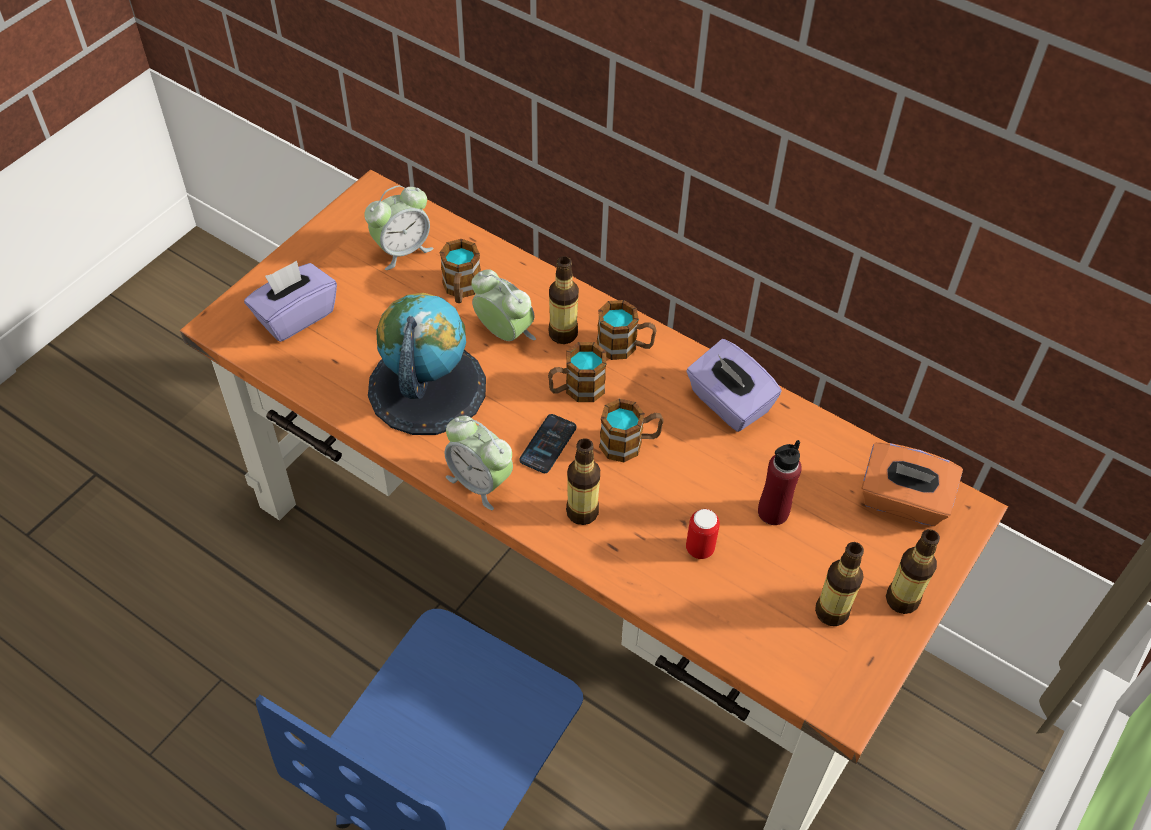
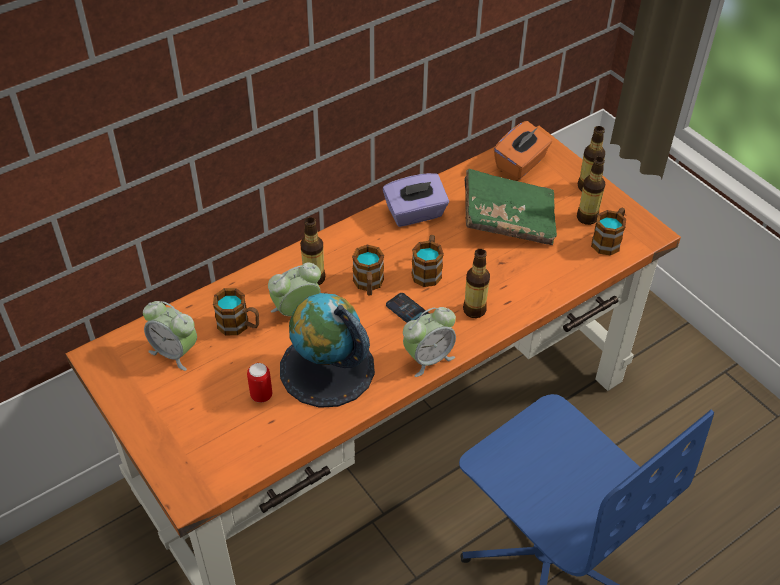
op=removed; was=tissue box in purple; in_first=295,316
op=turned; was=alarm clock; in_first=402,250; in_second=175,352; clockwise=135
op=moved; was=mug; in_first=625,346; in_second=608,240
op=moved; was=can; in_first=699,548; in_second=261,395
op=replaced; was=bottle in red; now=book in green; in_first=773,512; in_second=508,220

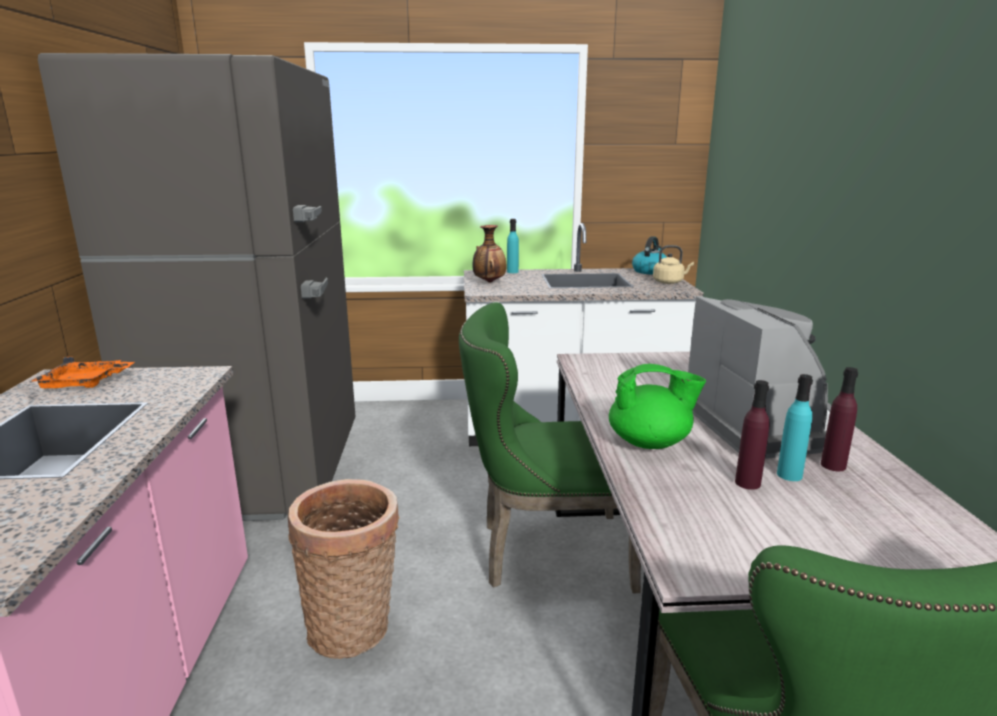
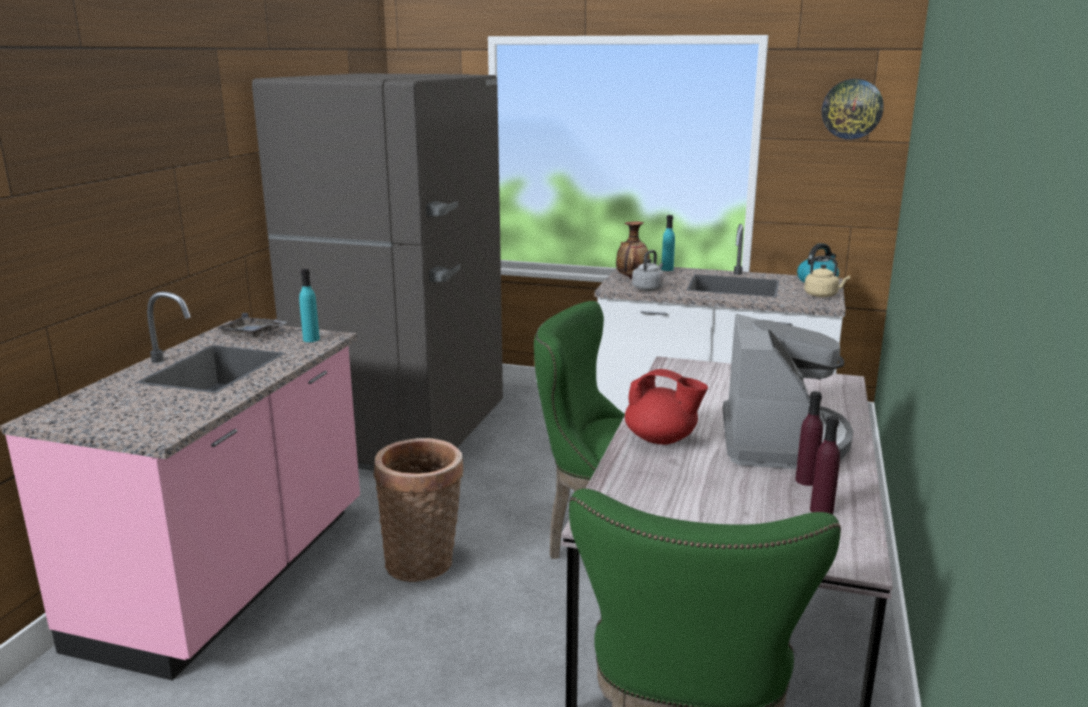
op=recoloured; was=tray in orange; now=tray in grey; in_first=85,384; in_second=252,334
op=recoloured; was=teapot in green; now=teapot in red; in_first=650,443; in_second=661,439
op=moved; was=bottle in purple; in_first=747,483; in_second=821,510
op=moved; was=bottle in turquoise; in_first=789,475; in_second=311,339
op=added; now=kettle in grey; in_second=648,288
op=added; now=wall clock; in_second=852,109

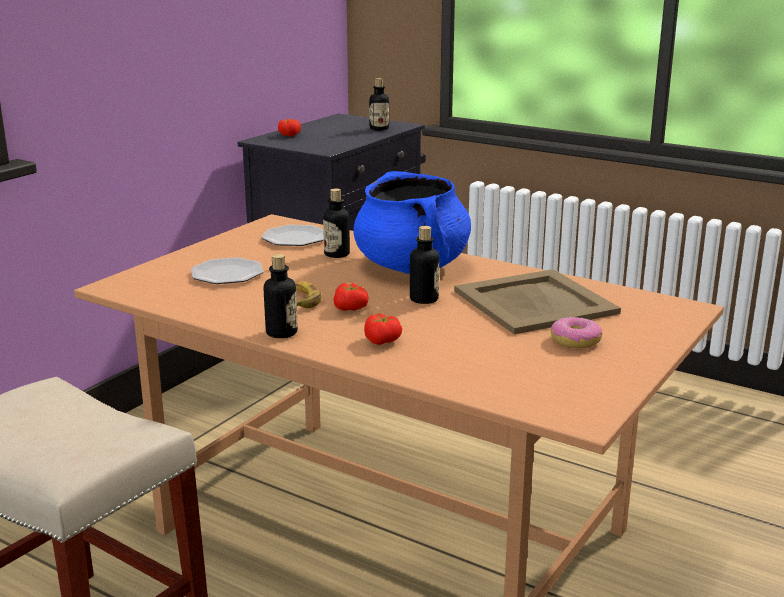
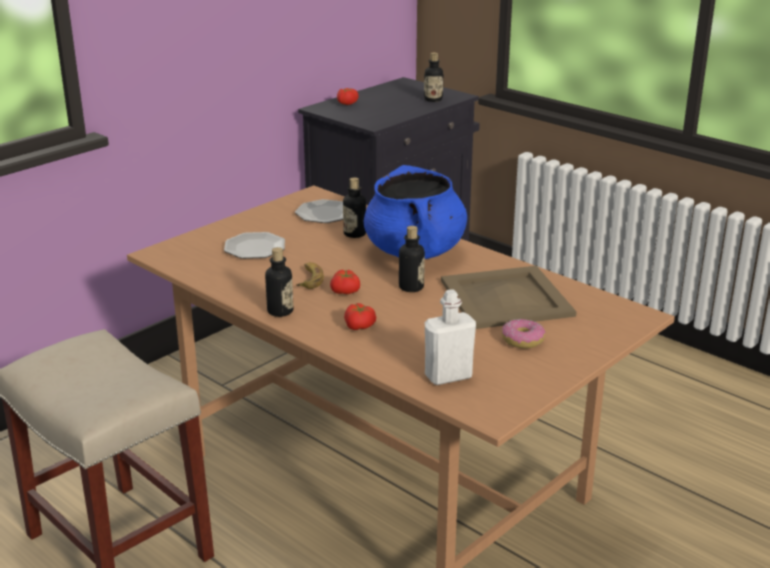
op=added; now=bottle in white; in_second=448,376

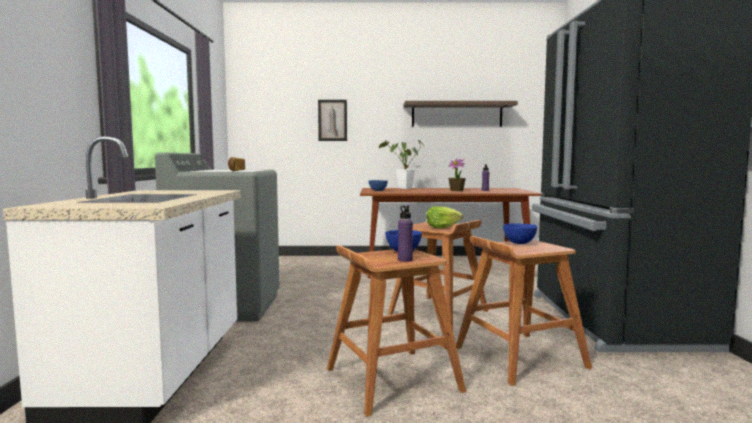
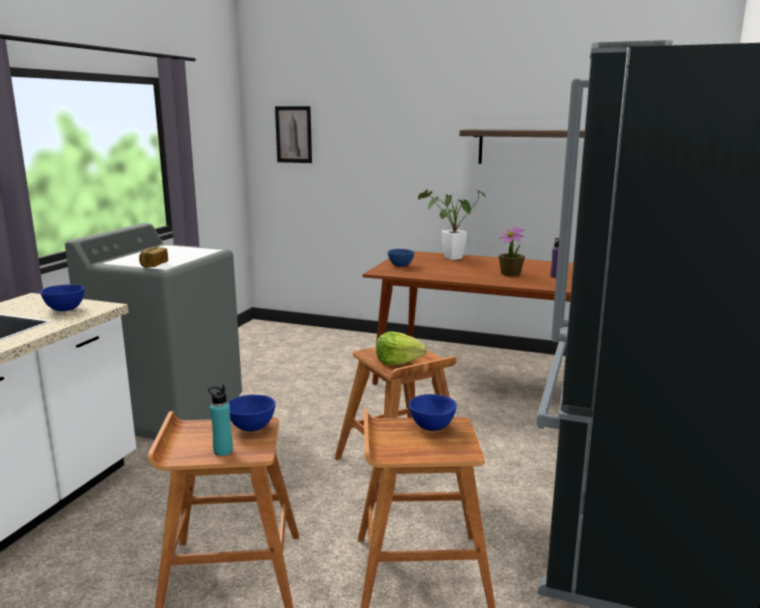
op=moved; was=picture; in_first=332,120; in_second=293,134
op=recoloured; was=bottle in purple; now=bottle in turquoise; in_first=405,260; in_second=223,451
op=added; now=bowl in blue; in_second=64,309

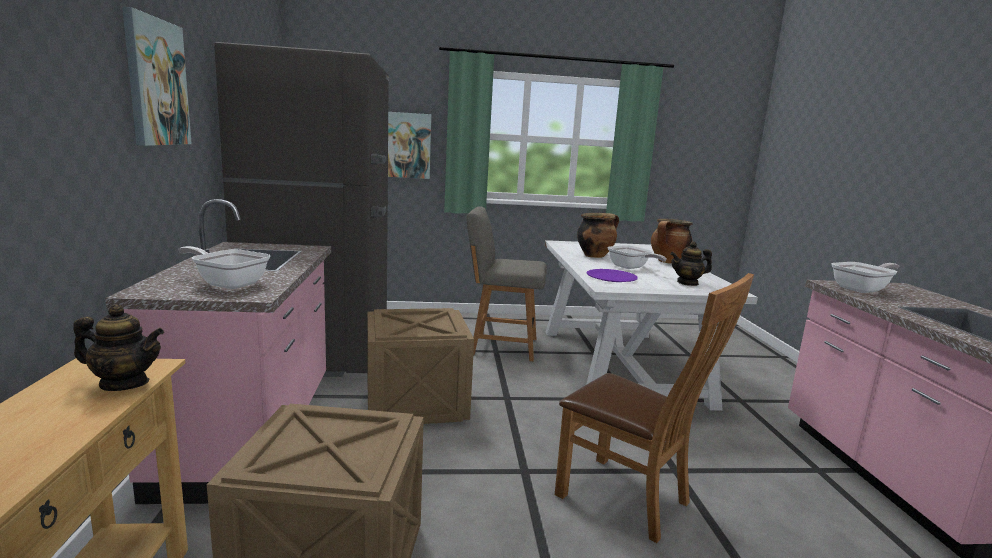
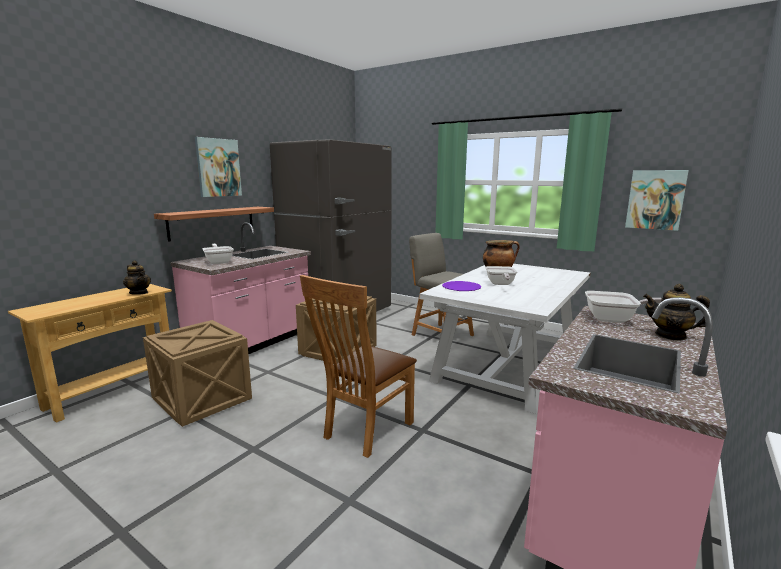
op=moved; was=picture; in_first=405,145; in_second=655,199
op=turned; was=chair in brown; in_first=630,501; in_second=364,431; clockwise=45
op=removed; was=cooking pot; in_first=668,262
op=moved; was=teapot; in_first=688,283; in_second=670,335
op=added; now=shelf; in_second=212,222

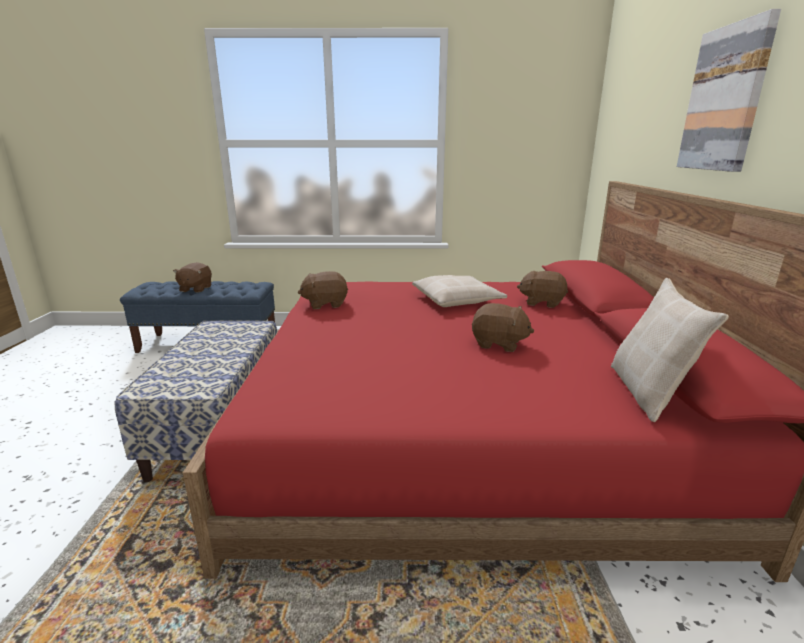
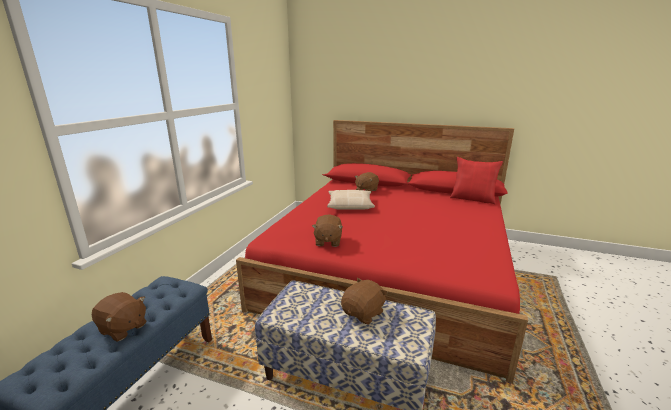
op=moved; was=plush toy in brown; in_first=499,344; in_second=363,313
op=recoloured; was=pillow in beige; now=pillow in red; in_first=648,393; in_second=472,199
op=removed; was=picture; in_first=725,99

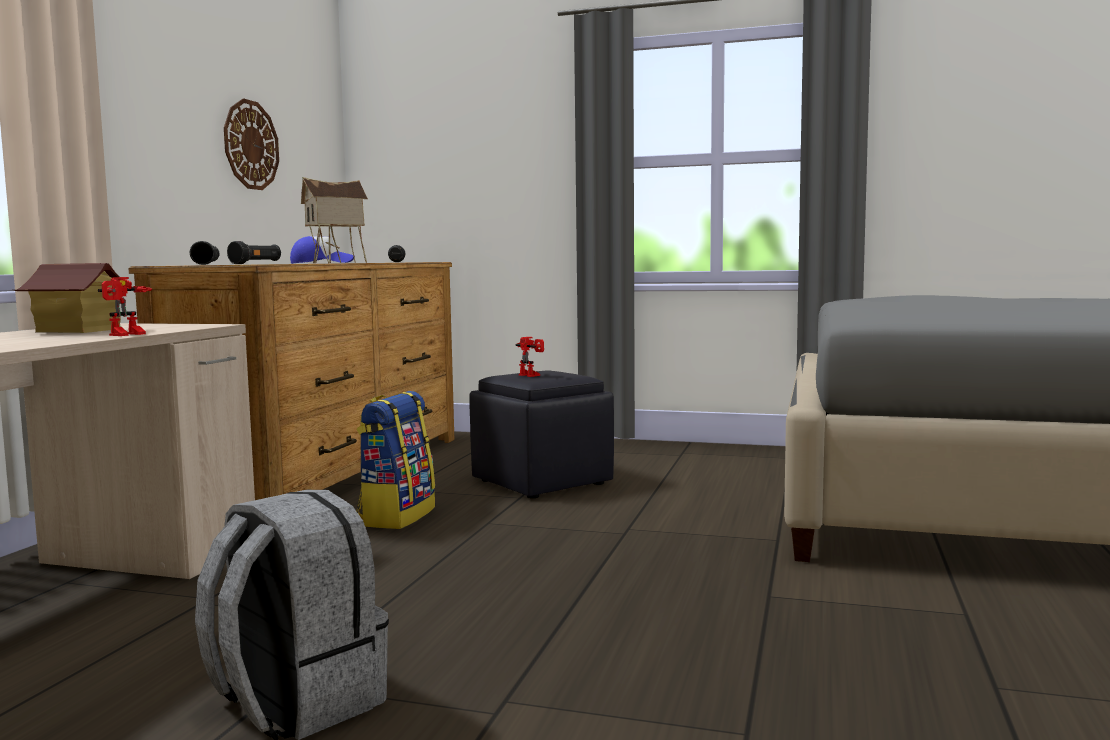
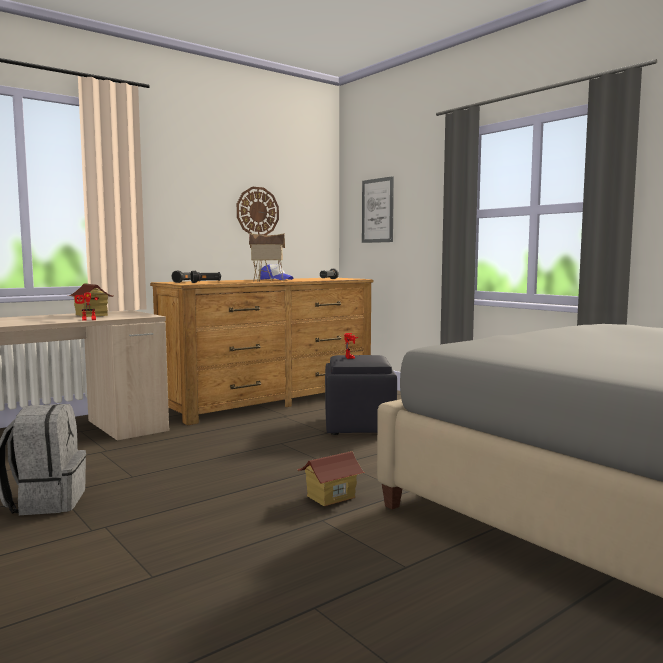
op=removed; was=backpack; in_first=396,516
op=added; now=toy house; in_second=330,497
op=added; now=picture; in_second=377,210

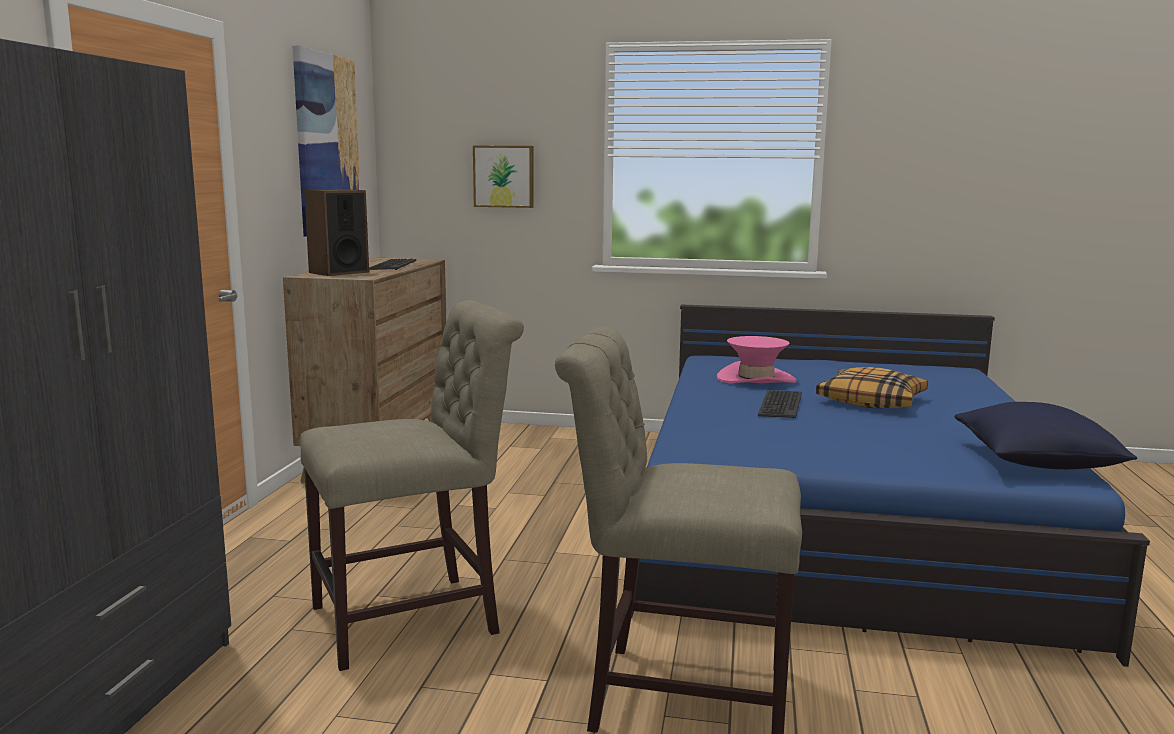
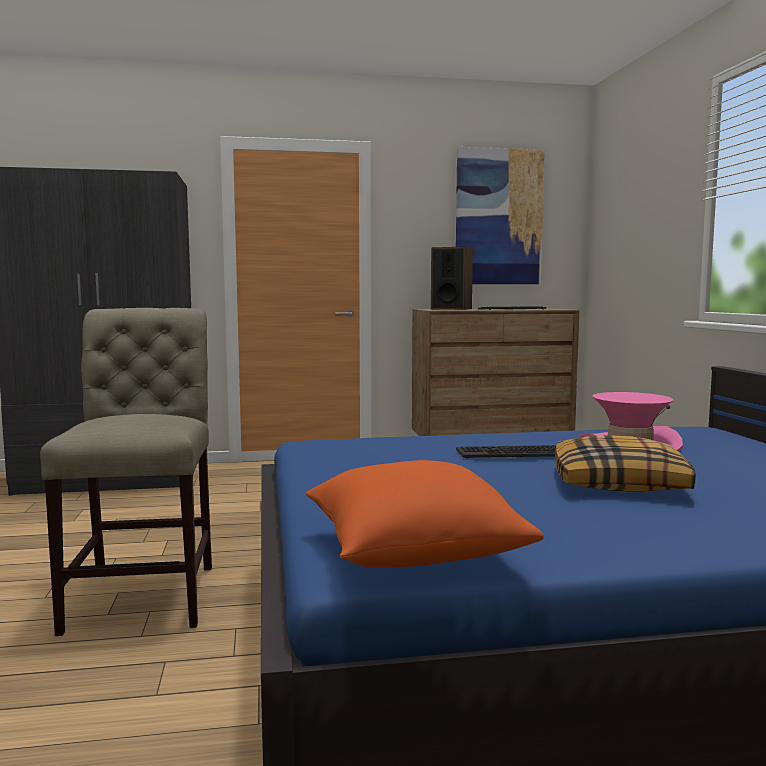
op=removed; was=chair in beige; in_first=416,618
op=removed; was=picture; in_first=504,176
op=recoloured; was=pillow in blue; now=pillow in orange; in_first=1036,462; in_second=413,552

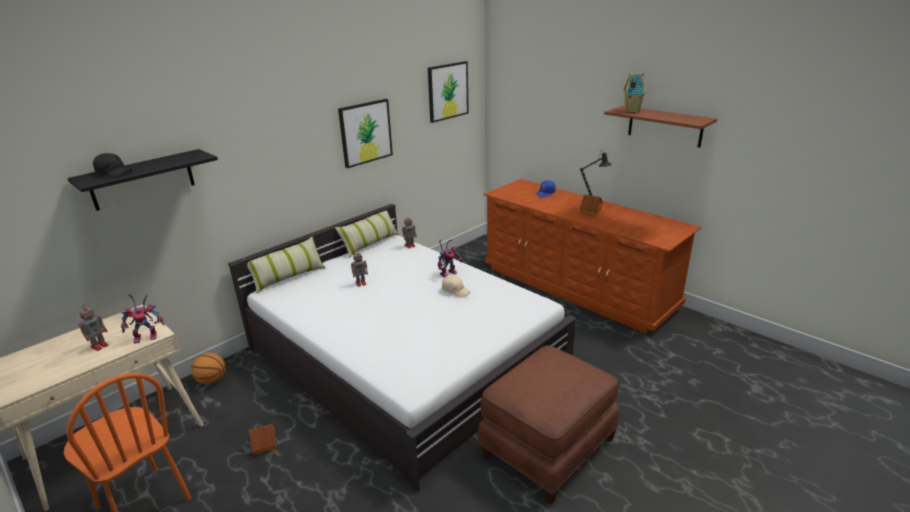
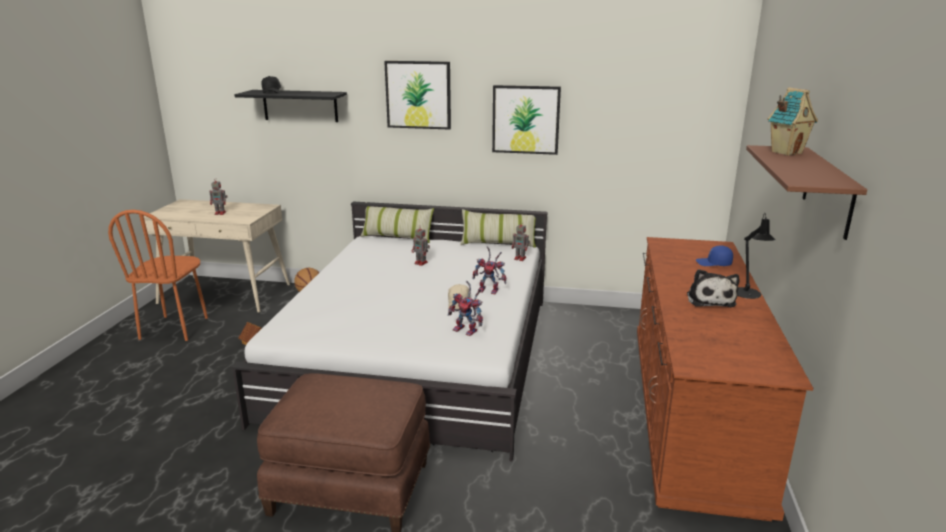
op=moved; was=toy robot; in_first=148,336; in_second=468,330
op=moved; was=picture; in_first=447,91; in_second=418,95
op=replaced; was=toy house; now=plush toy; in_first=590,211; in_second=710,299

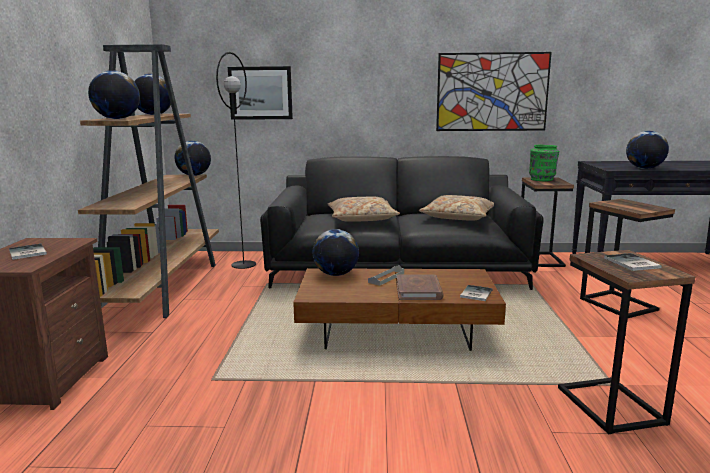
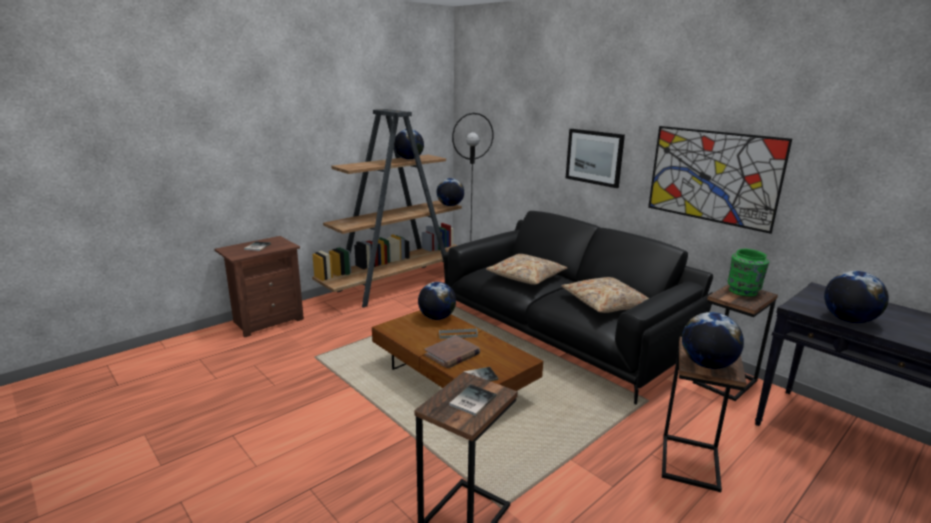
op=moved; was=globe; in_first=117,119; in_second=707,364
op=moved; was=picture; in_first=260,93; in_second=594,157

